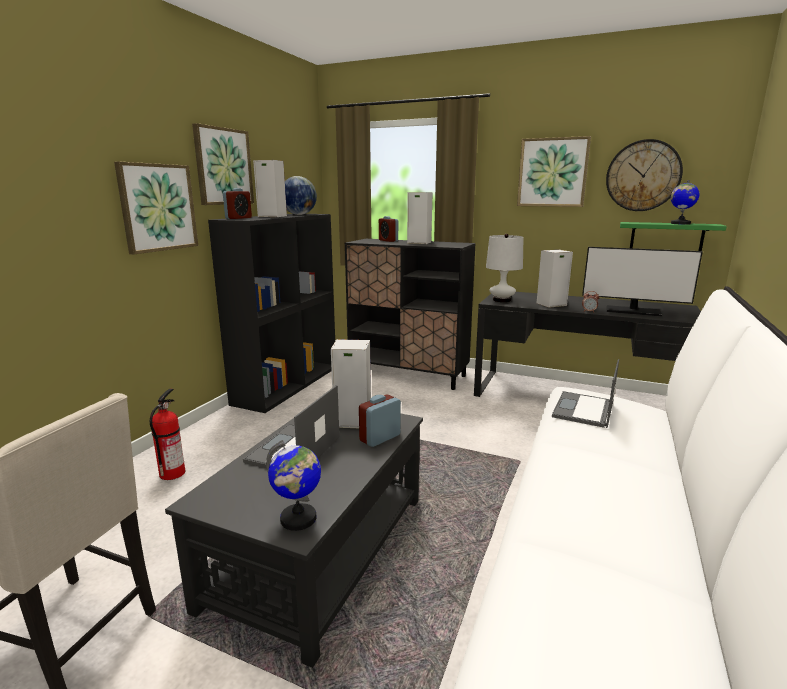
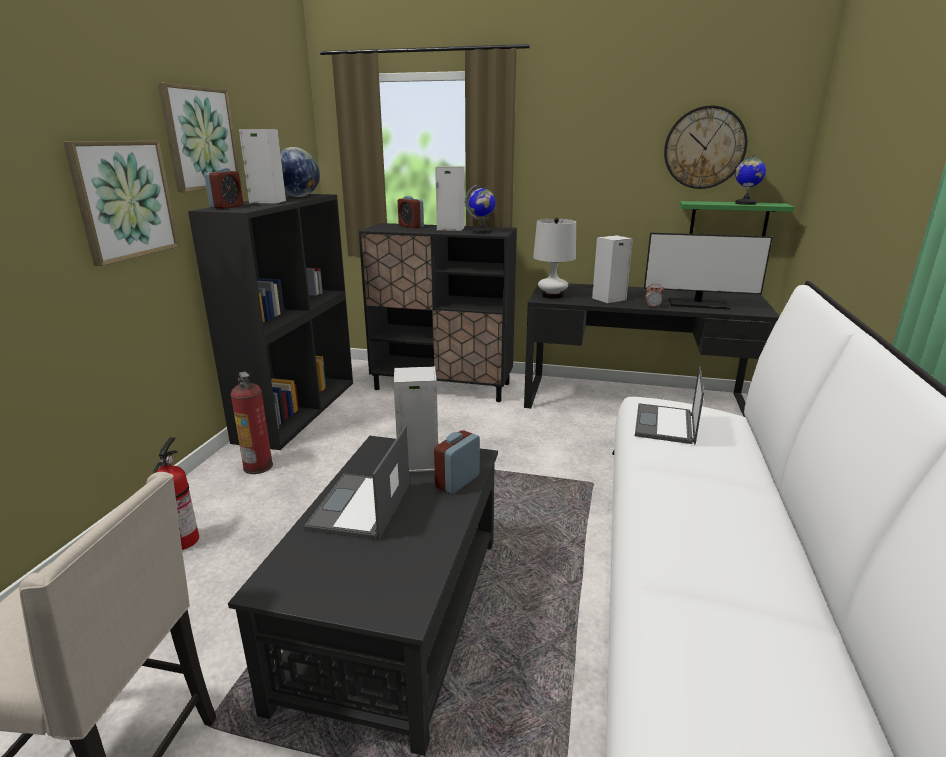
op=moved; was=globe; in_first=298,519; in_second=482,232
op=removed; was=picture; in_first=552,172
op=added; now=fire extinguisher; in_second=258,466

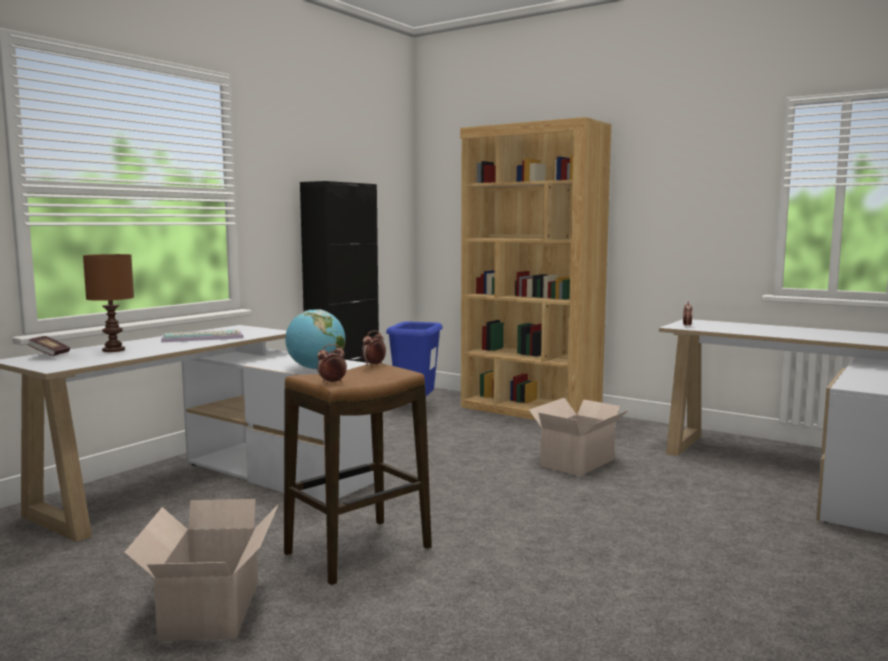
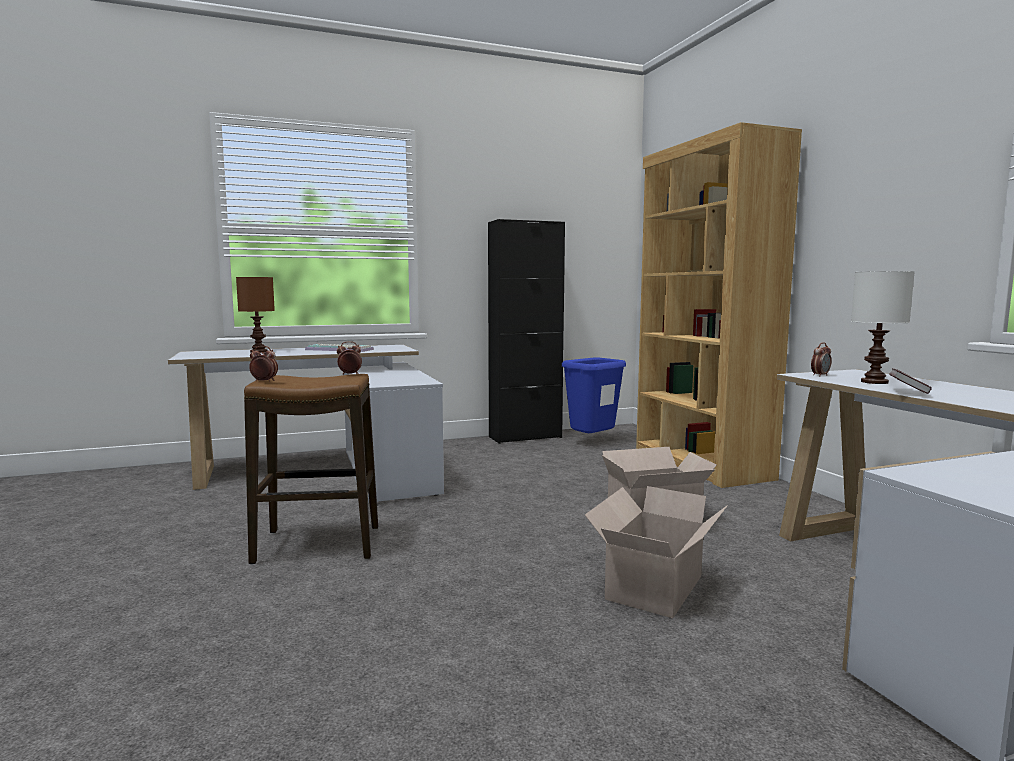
op=moved; was=book; in_first=50,355; in_second=908,392
op=moved; was=cardboard box; in_first=209,612; in_second=652,588
op=removed; was=globe; in_first=316,368
op=added; now=table lamp in white; in_second=873,382

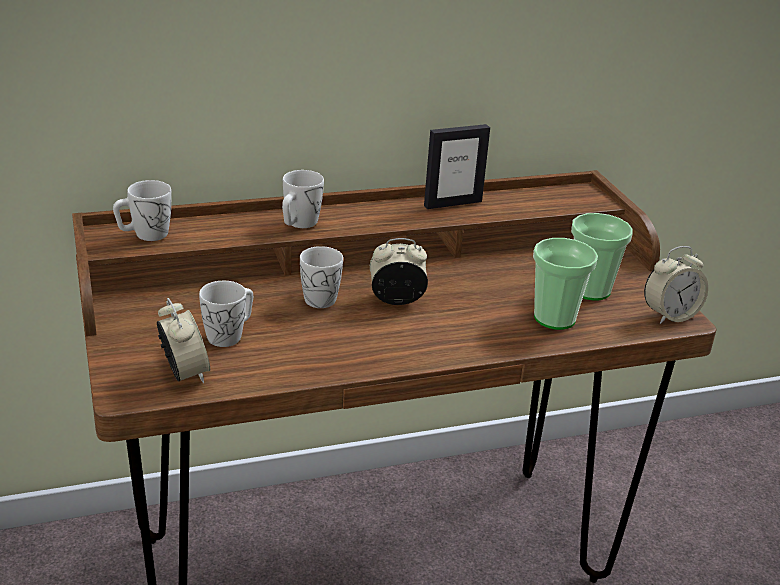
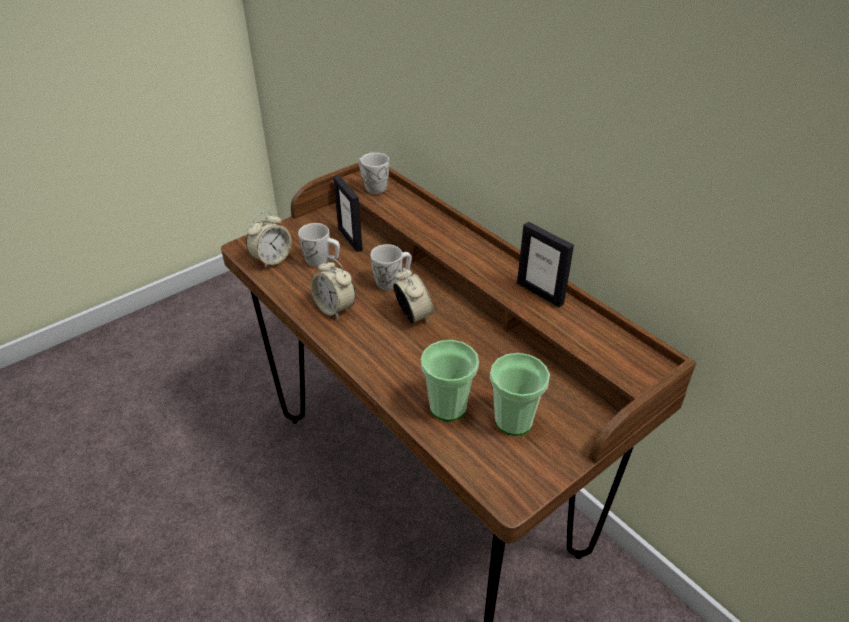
op=removed; was=mug in white; in_first=298,224
op=moved; was=alarm clock; in_first=669,315; in_second=335,308
op=added; now=picture frame; in_second=350,239

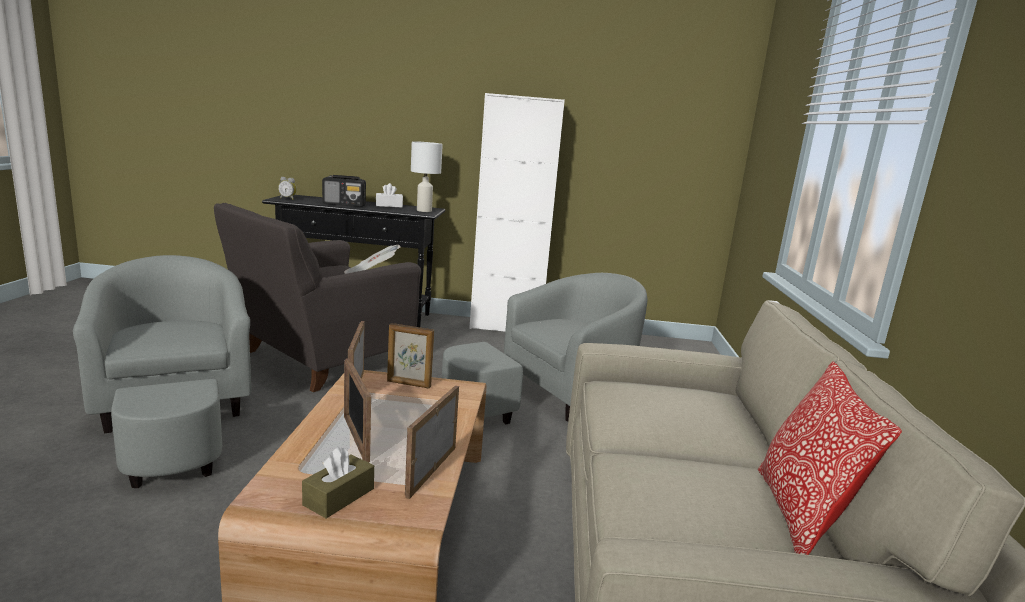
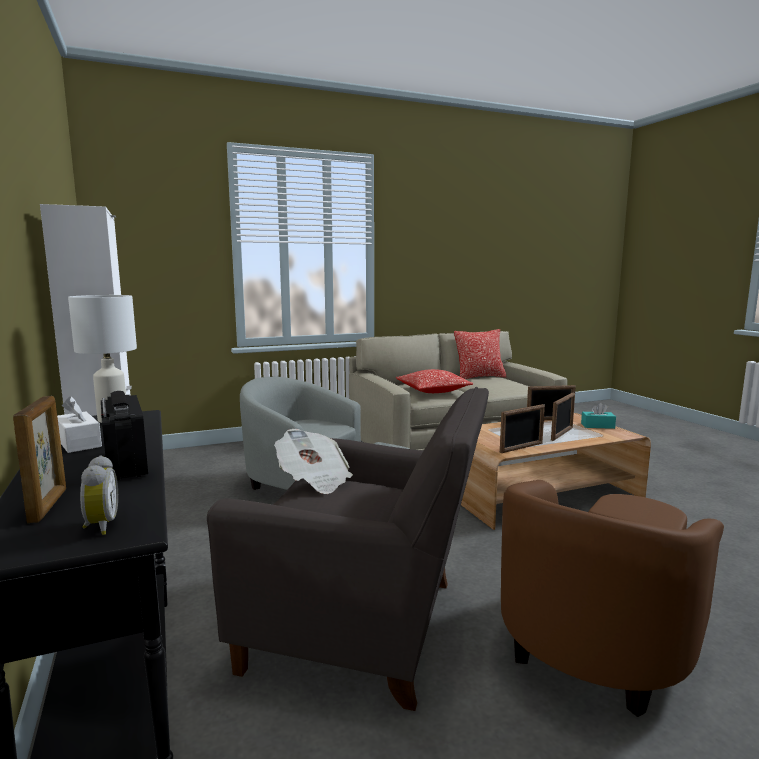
op=recoloured; was=armchair in grey; now=armchair in brown; in_first=175,416; in_second=603,630
op=recoloured; was=tissue box in brown; now=tissue box in turquoise; in_first=339,497; in_second=597,426
op=moved; was=picture frame; in_first=408,384; in_second=48,505
op=added; now=pillow; in_second=433,391

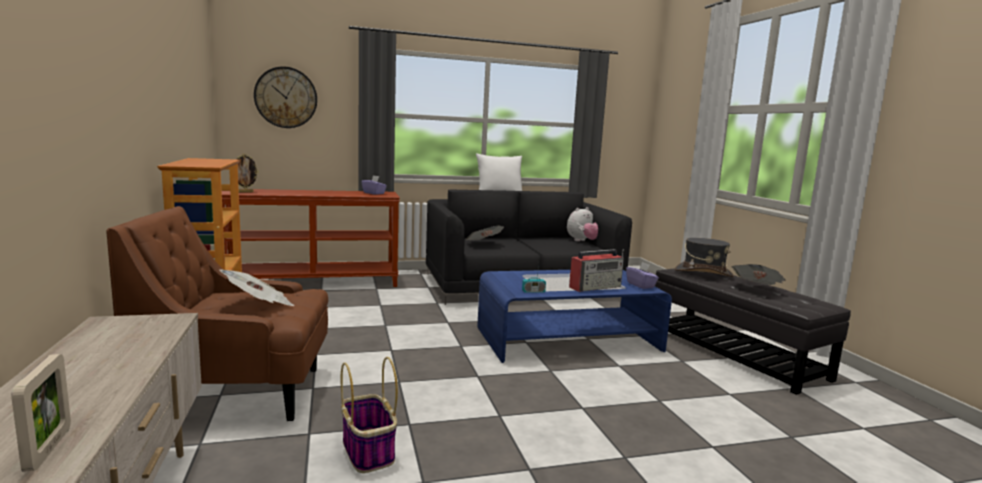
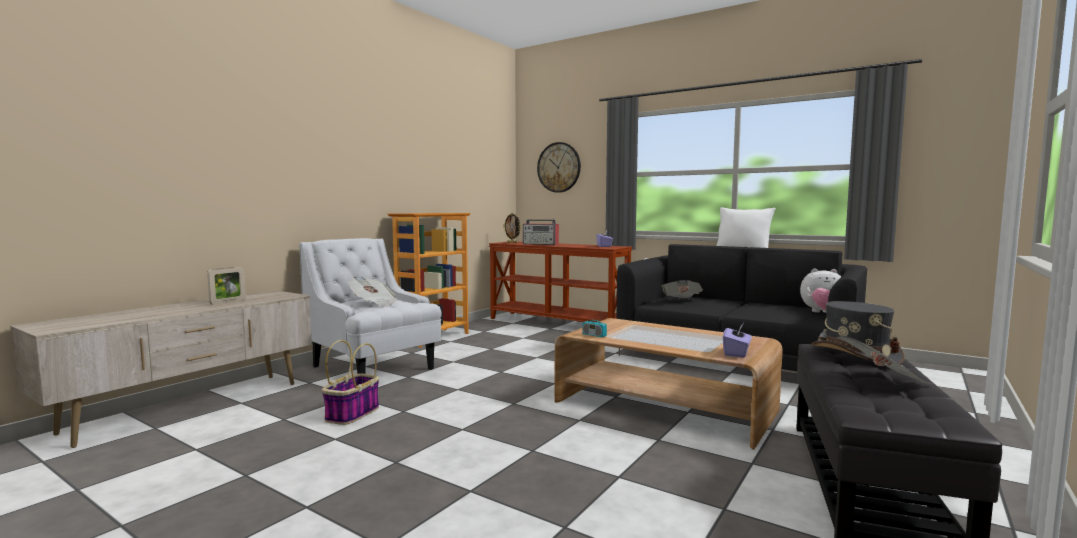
op=moved; was=picture frame; in_first=48,449; in_second=228,302
op=recoloured; was=armchair in brown; now=armchair in white; in_first=239,393; in_second=374,368
op=recoloured; was=coffee table in blue; now=coffee table in brown; in_first=568,339; in_second=664,406
op=moved; was=radio; in_first=596,287; in_second=541,244

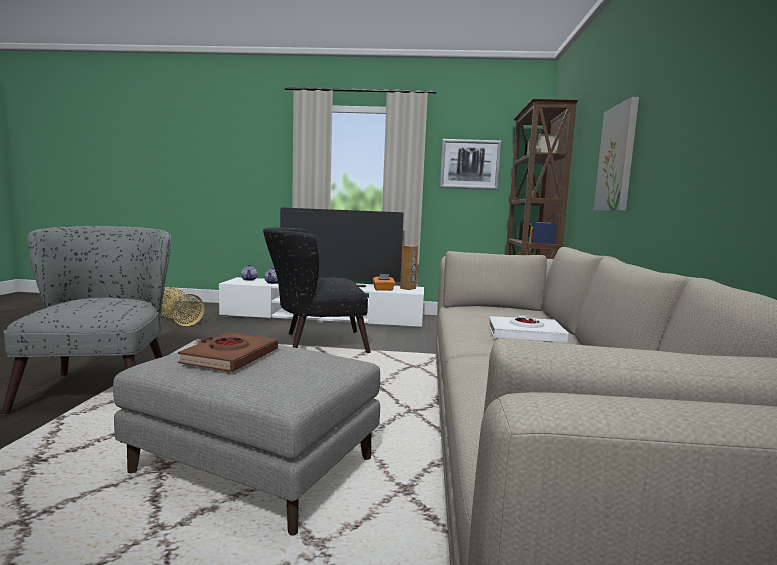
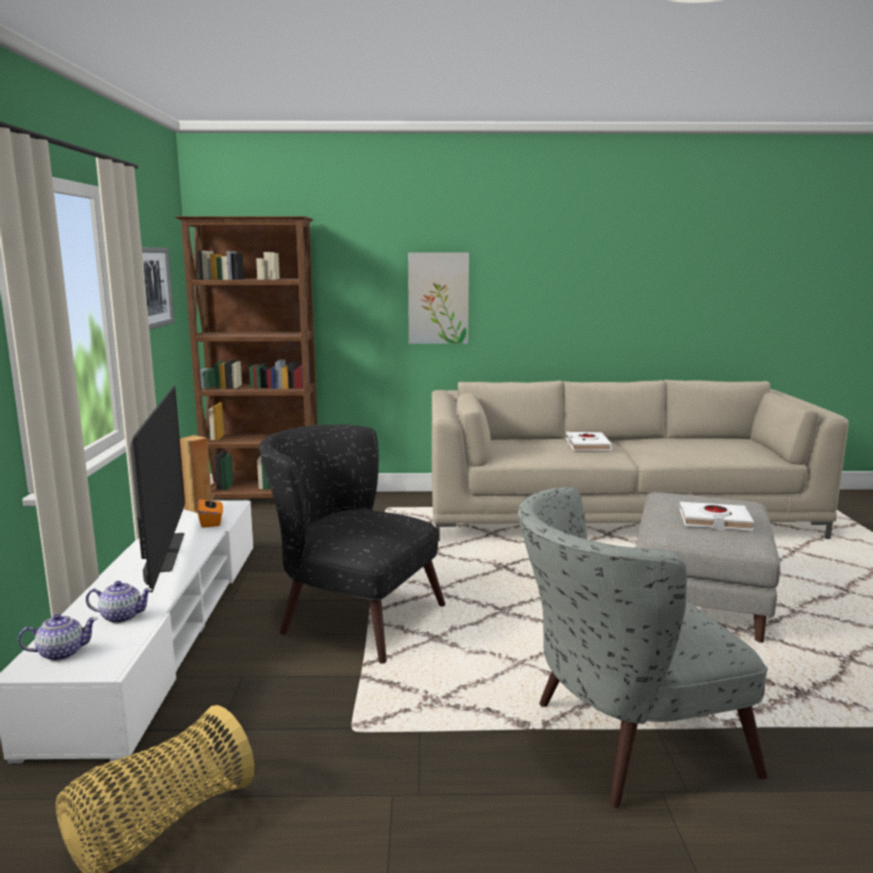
op=recoloured; was=book in brown; now=book in white; in_first=230,357; in_second=714,521
op=turned; was=armchair in black; in_first=315,343; in_second=349,616; clockwise=135

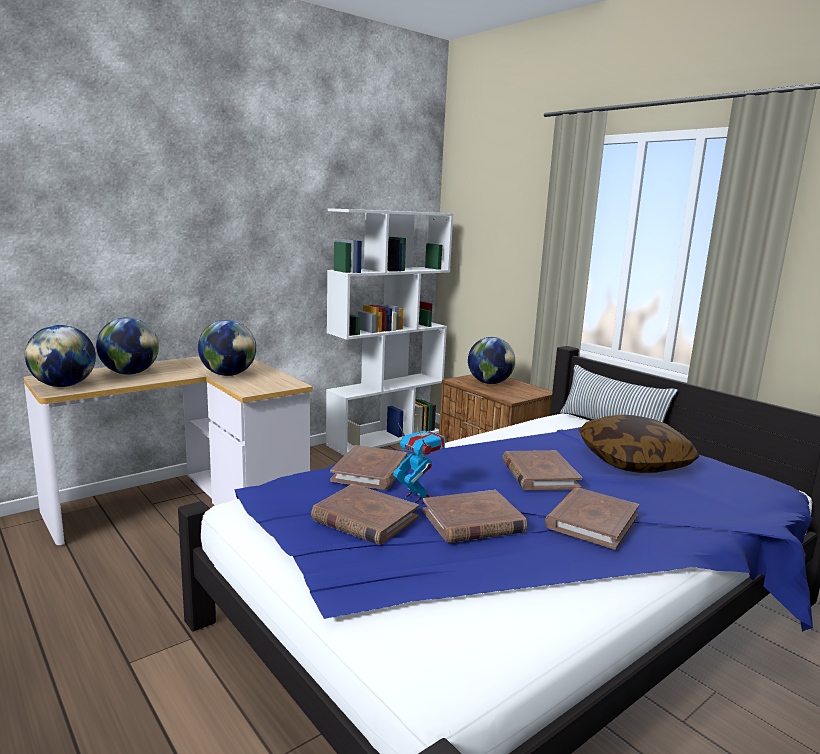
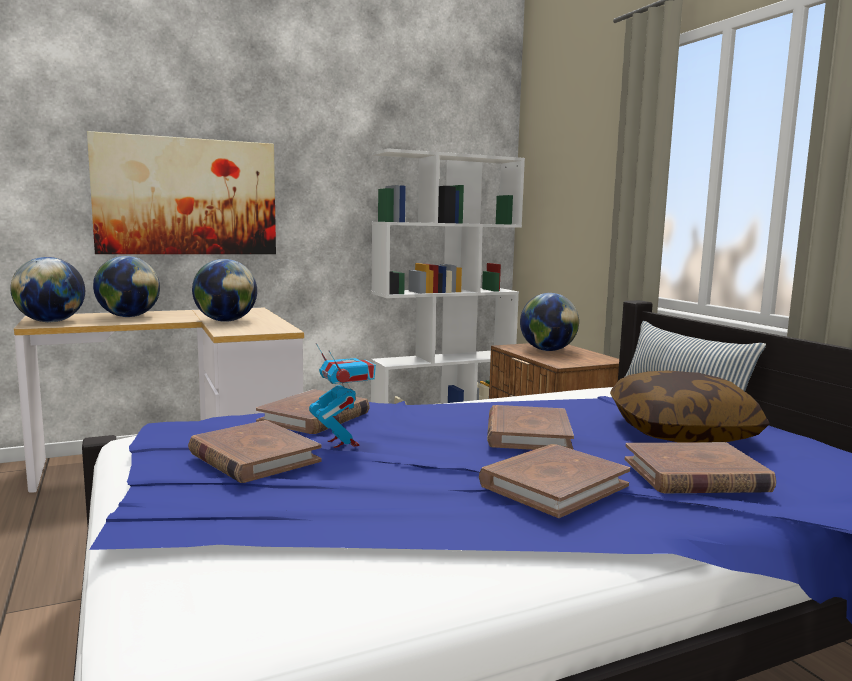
op=moved; was=book in brown; in_first=473,521; in_second=695,475
op=added; now=picture; in_second=187,196

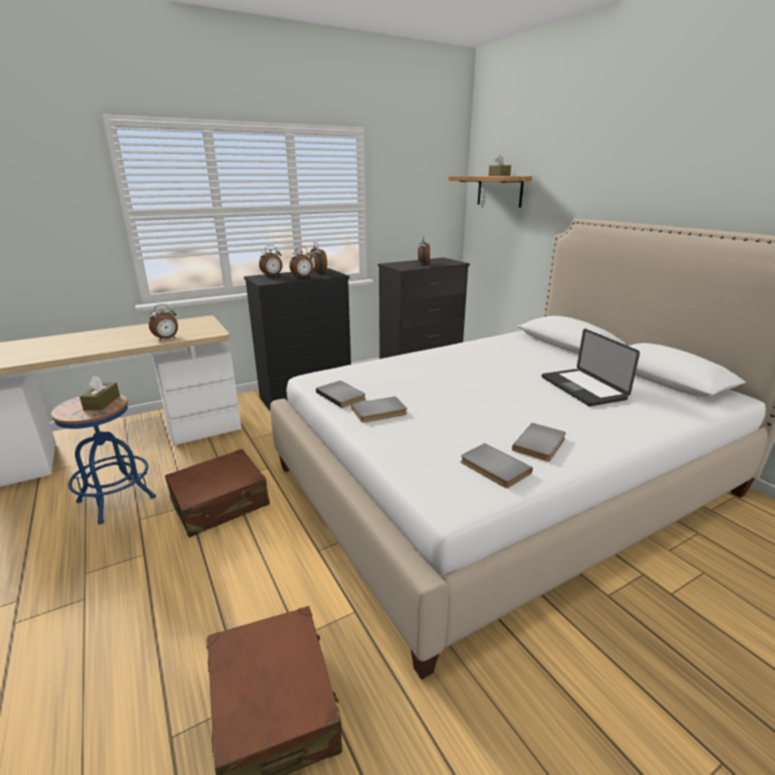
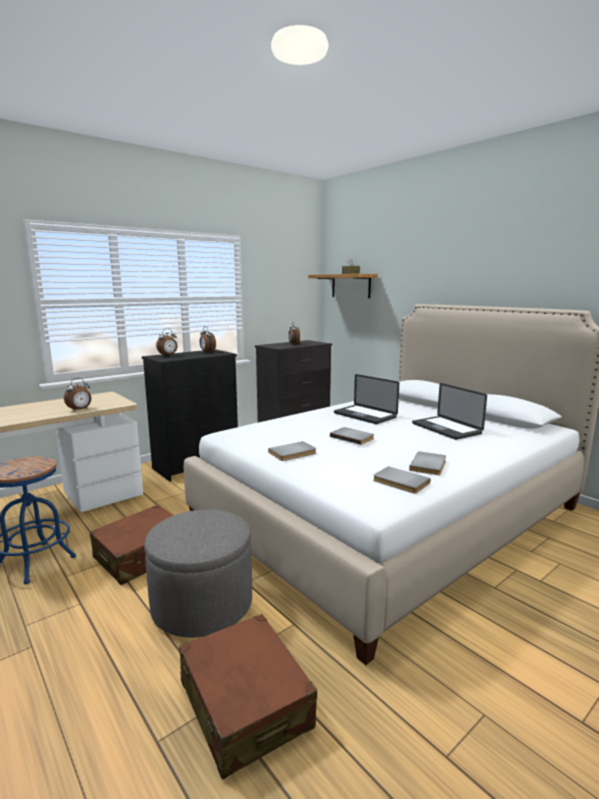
op=removed; was=tissue box in brown; in_first=102,402
op=removed; was=alarm clock; in_first=303,278
op=moved; was=book in grey; in_first=342,395; in_second=352,437
op=added; now=ottoman in grey; in_second=202,604
op=added; now=laptop; in_second=364,415

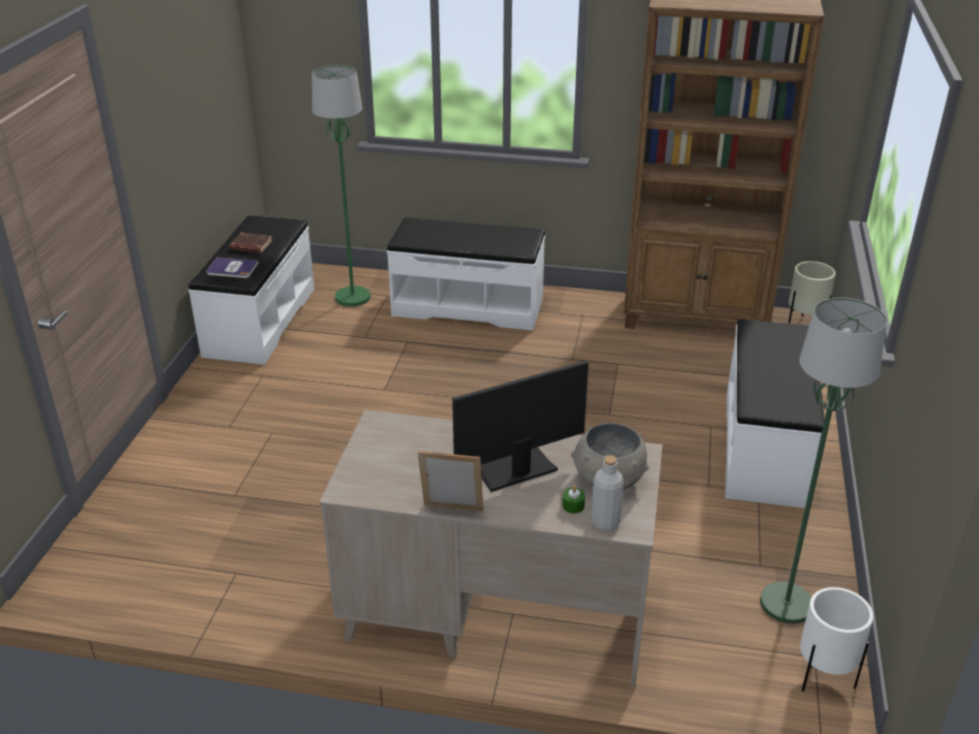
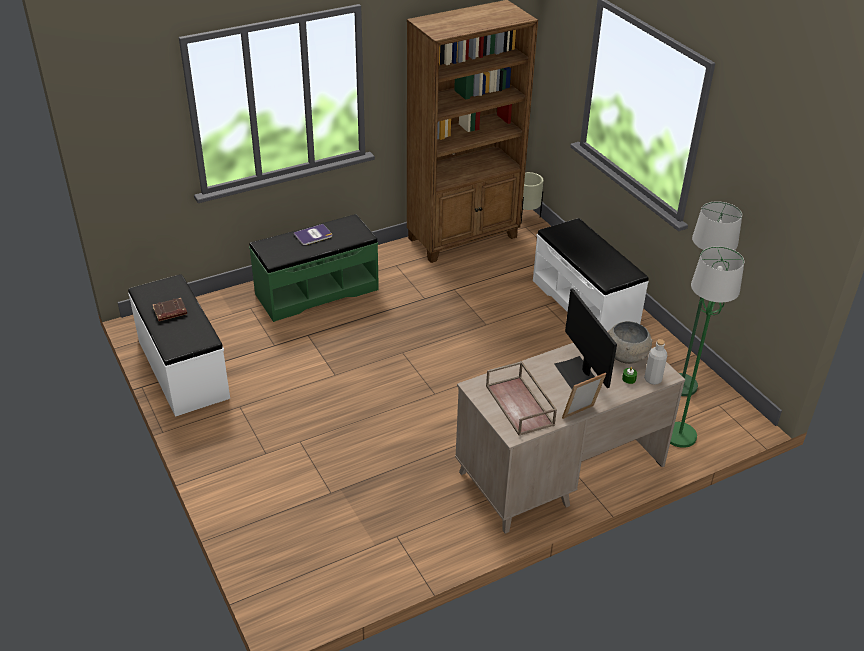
op=moved; was=book; in_first=232,269; in_second=313,235
op=moved; was=floor lamp in green; in_first=353,297; in_second=679,435
op=recoloured; was=bench in white; now=bench in green; in_first=468,306; in_second=316,291
op=turned; was=monitor; in_first=515,469; in_second=578,375; clockwise=-45
op=removed; was=planter in white; in_first=823,677
op=added; now=tray in brown; in_second=520,405

